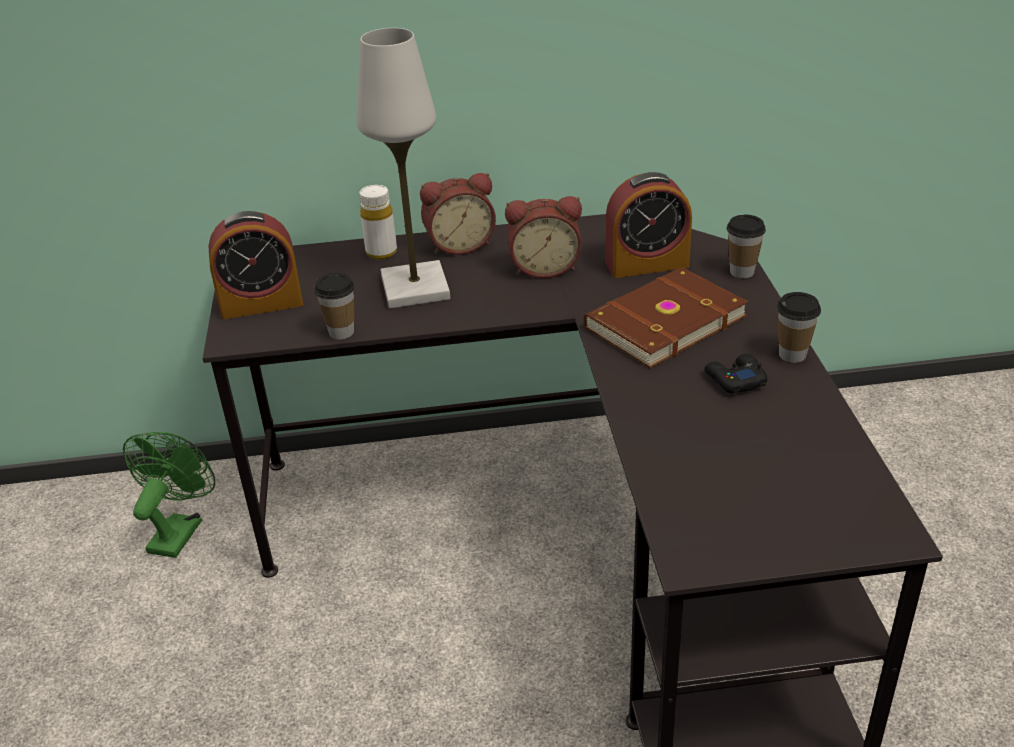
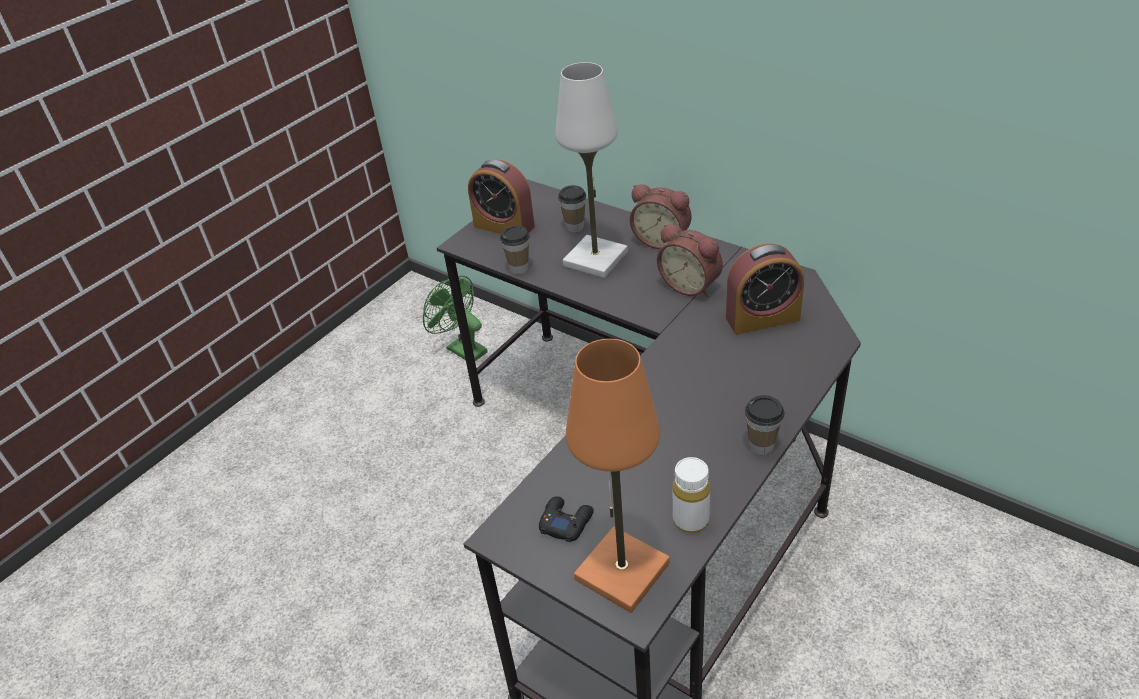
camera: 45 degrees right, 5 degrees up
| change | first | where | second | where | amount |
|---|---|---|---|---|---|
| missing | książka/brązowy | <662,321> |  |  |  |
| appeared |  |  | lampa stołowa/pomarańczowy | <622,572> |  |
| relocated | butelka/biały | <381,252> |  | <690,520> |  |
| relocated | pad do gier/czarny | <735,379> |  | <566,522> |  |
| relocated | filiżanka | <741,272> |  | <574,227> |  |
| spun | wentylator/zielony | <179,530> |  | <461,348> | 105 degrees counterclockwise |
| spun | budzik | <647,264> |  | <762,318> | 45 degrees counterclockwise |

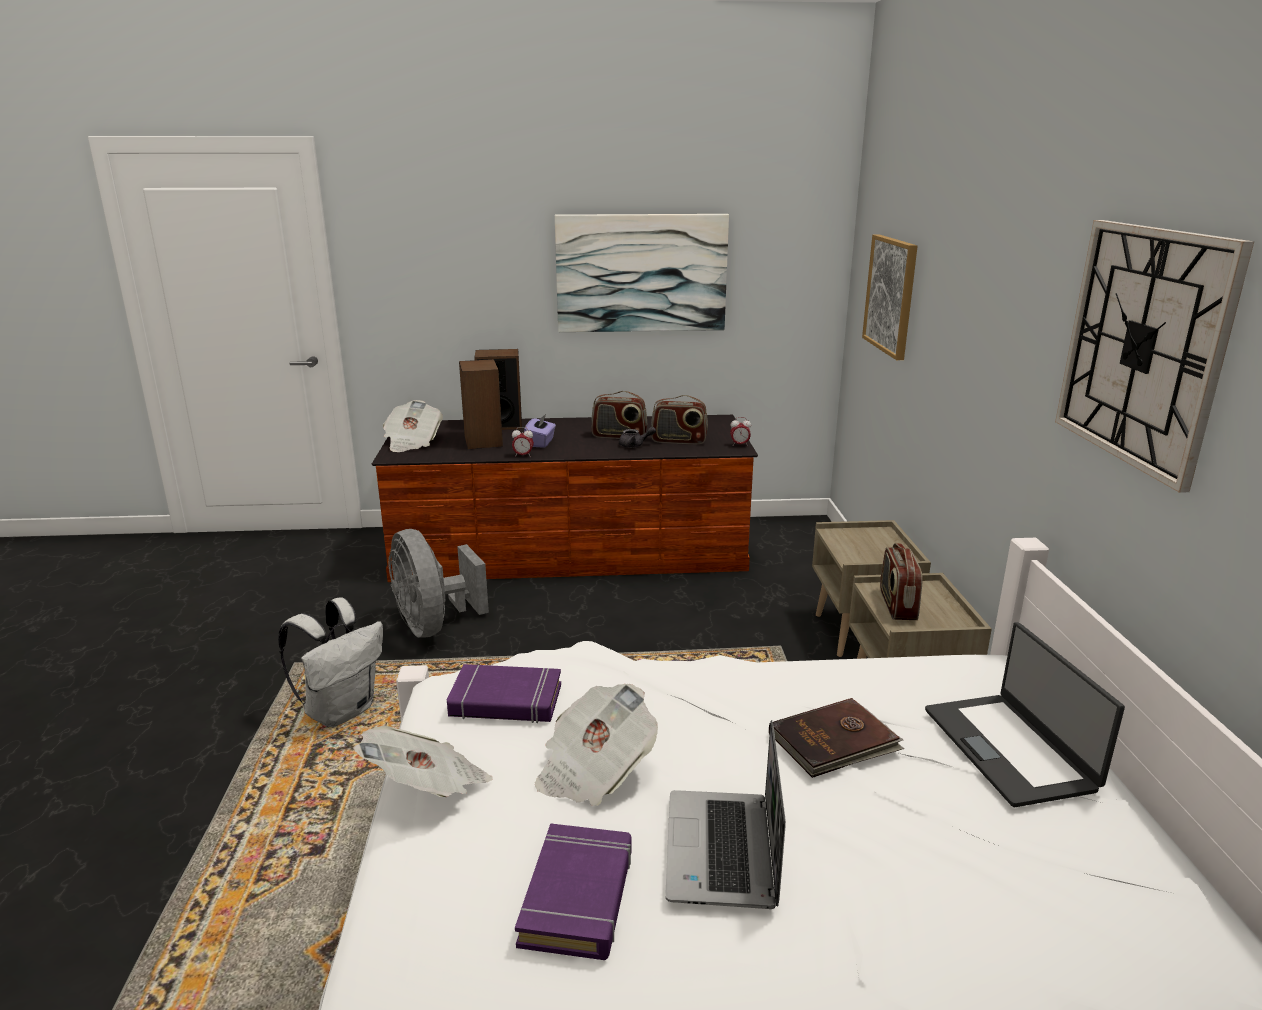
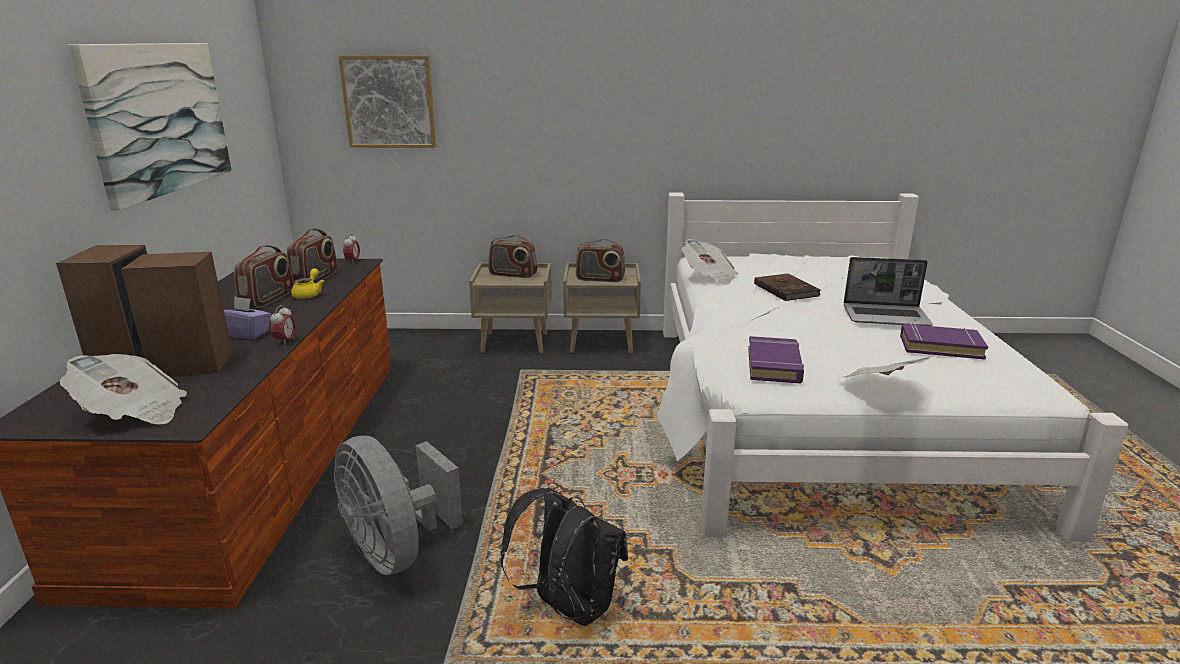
camera: 85 degrees left, 0 degrees up
| change | first | where | second | where | amount |
|---|---|---|---|---|---|
| missing | laptop | <1010,748> |  |  |  |
| missing | zegar ścienny | <1143,346> |  |  |  |
| appeared |  |  | radio | <513,274> |  |
| relocated | gazeta | <594,770> |  | <709,277> |  |
| colour | plecak/biały | <341,710> | plecak/czarny | <568,607> |  |
| colour | imbryk/szary | <635,445> | imbryk/żółty | <309,294> |  |
| spun | wentylator/szary | <433,625> |  | <397,551> | 75 degrees clockwise |

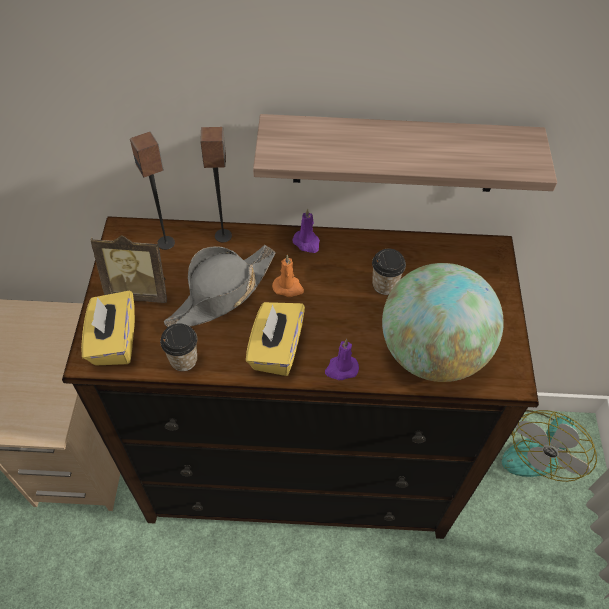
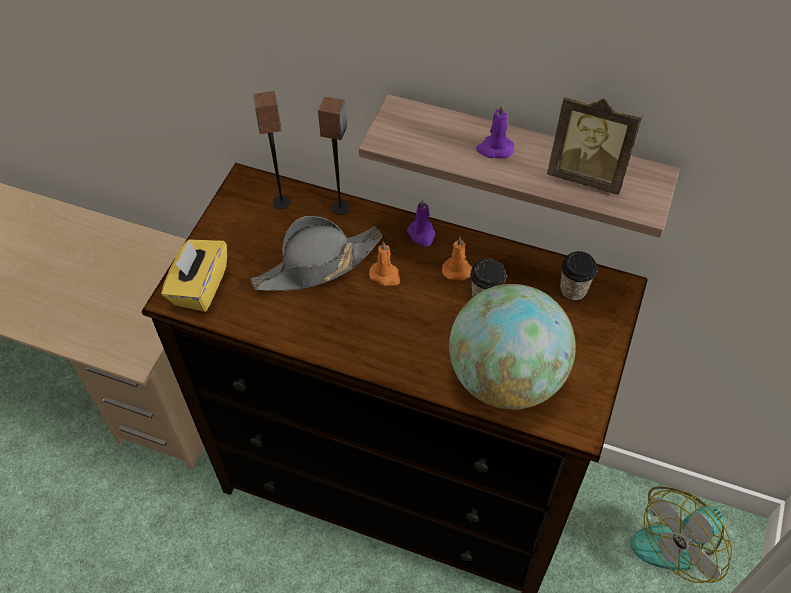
camera: 20 degrees right, 0 degrees up
| change | first | where | second | where | amount |
|---|---|---|---|---|---|
| missing | pudełko chusteczek/żółty | <275,349> |  |  |  |
| appeared |  |  | świeca/pomarańczowy | <458,270> |  |
| relocated | ramka na zdjęcie | <139,290> |  | <586,175> |  |
| relocated | filiżanka | <183,360> |  | <573,289> |  |
| relocated | świeca/fioletowy | <341,369> |  | <494,149> |  |

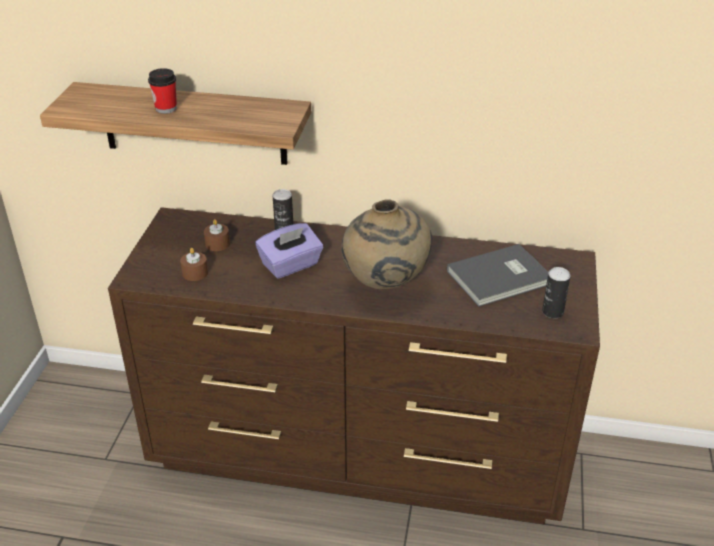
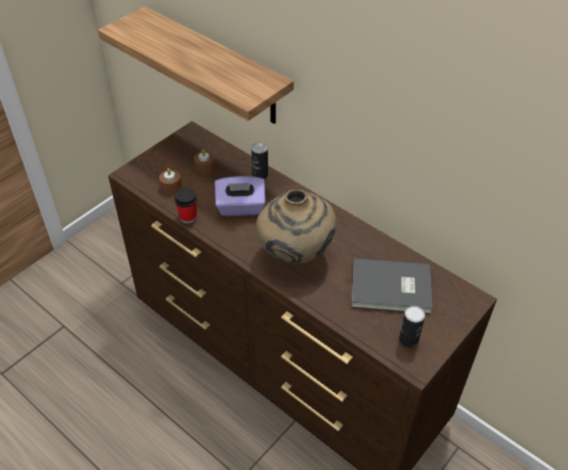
camera: 30 degrees right, 10 degrees up
| change | first | where | second | where | amount |
|---|---|---|---|---|---|
| relocated | filiżanka | <166,108> |  | <188,217> |  |

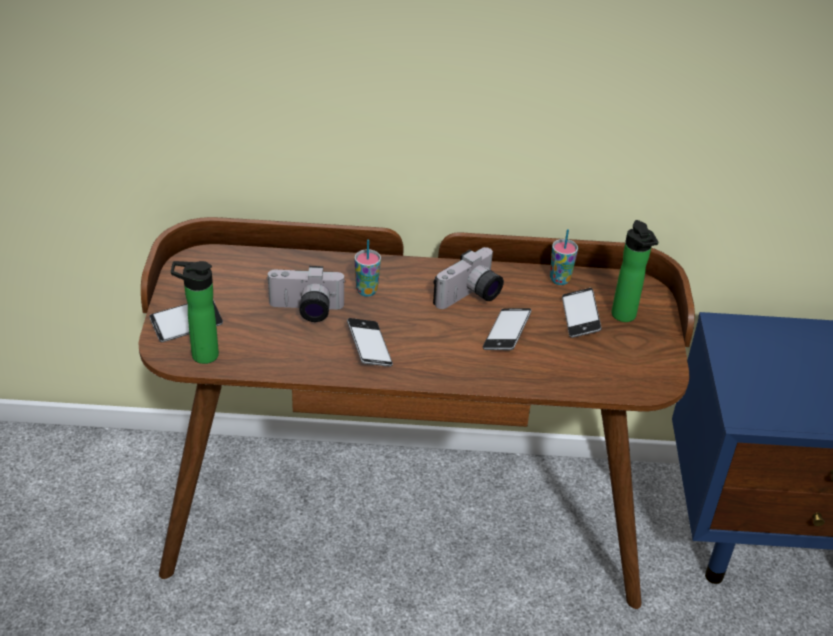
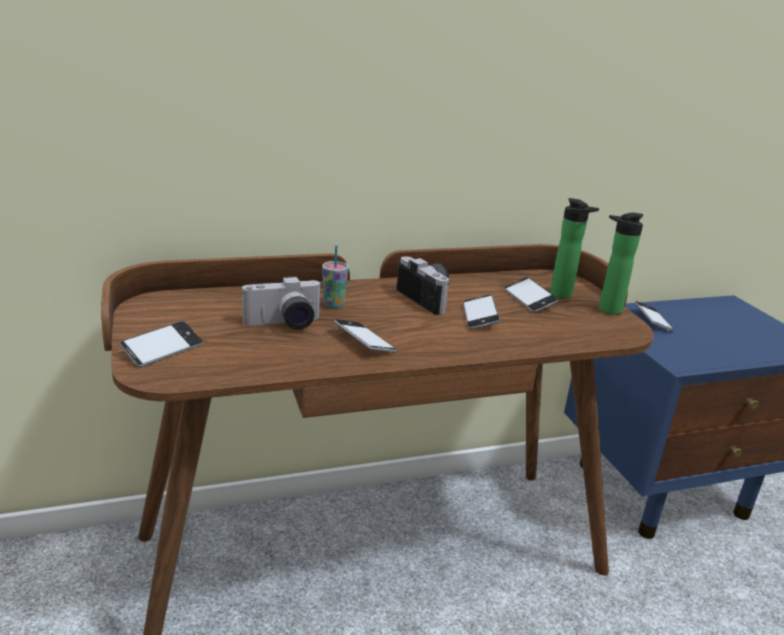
camera: 20 degrees left, 15 degrees down
| change | first | where | second | where | amount |
|---|---|---|---|---|---|
| missing | filiżanka | <559,279> |  |  |  |
| appeared |  |  | telefon | <652,320> |  |
| relocated | butelka | <200,355> |  | <607,310> |  |
| spun | aparat fotograficzny | <470,297> |  | <429,298> | 60 degrees counterclockwise |

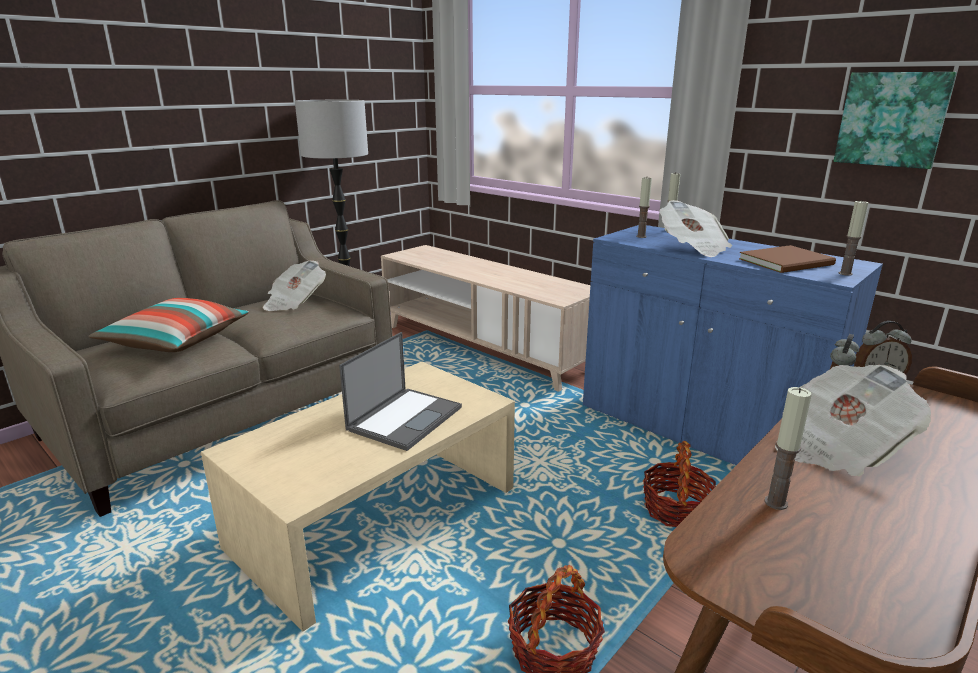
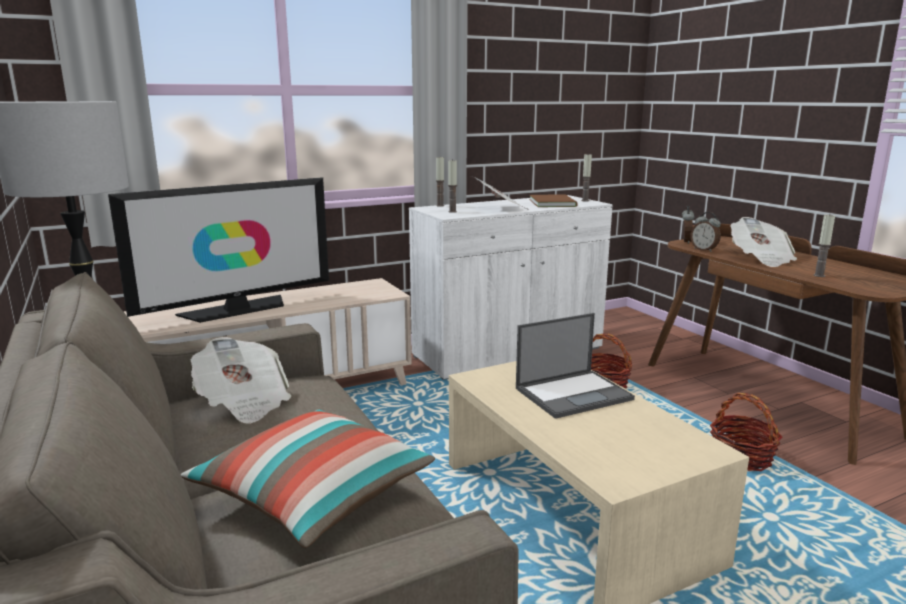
camera: 70 degrees left, 5 degrees down
| change | first | where | second | where | amount |
|---|---|---|---|---|---|
| missing | obraz | <892,119> |  |  |  |
| appeared |  |  | telewizor | <237,309> |  |
| colour | szafka/niebieski | <700,430> | szafka/biały | <508,352> |  |
| spun | laptop | <405,418> |  | <574,393> | 105 degrees clockwise |

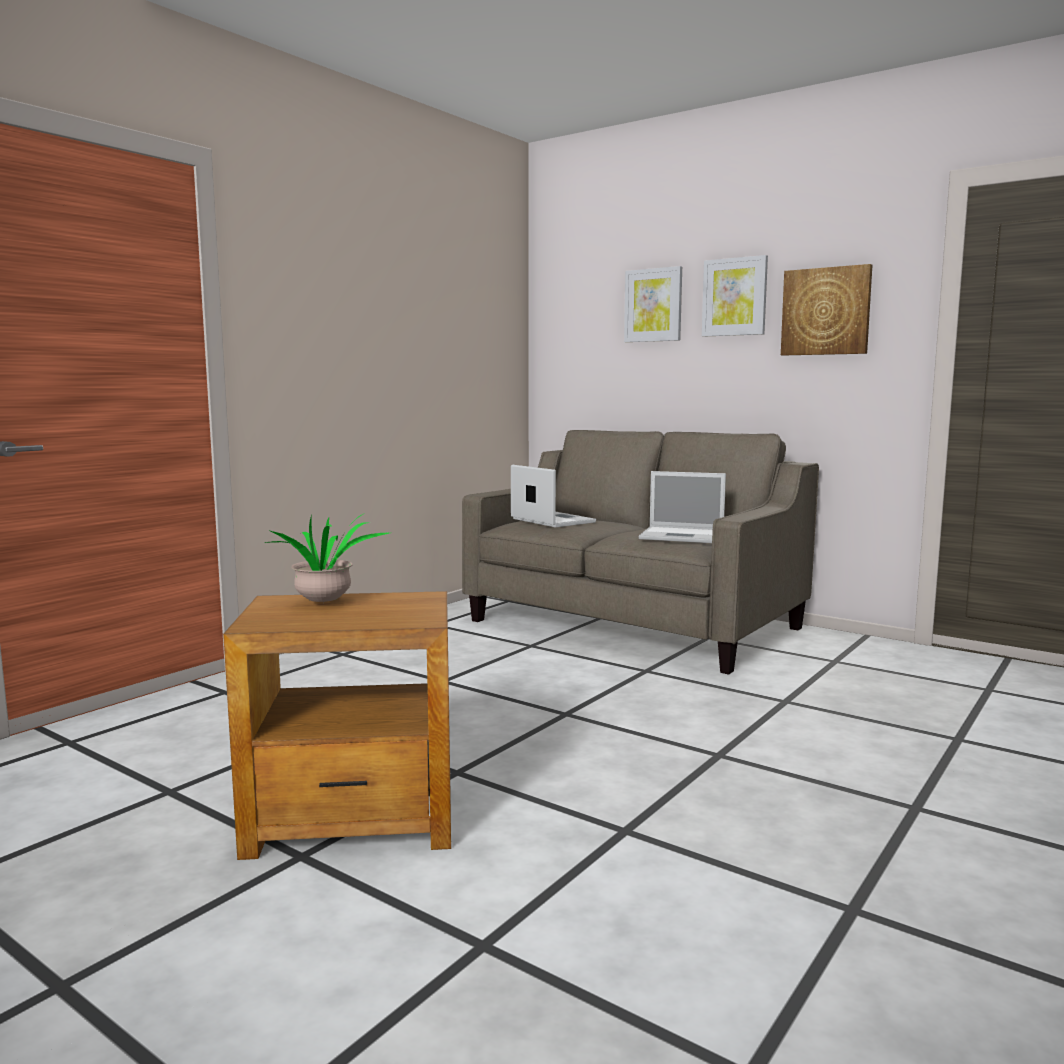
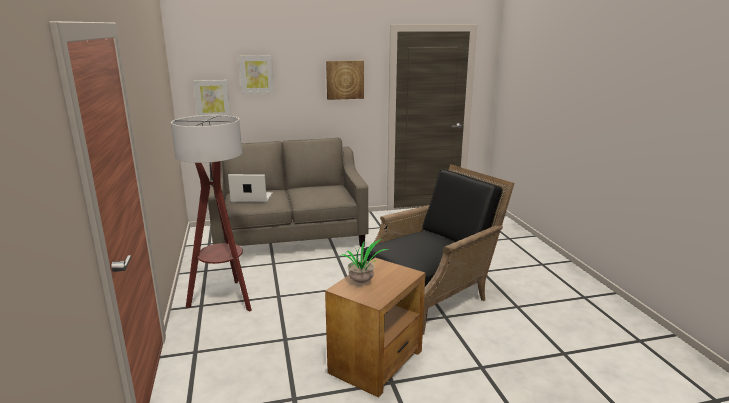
camera: 50 degrees left, 10 degrees up
| change | first | where | second | where | amount |
|---|---|---|---|---|---|
| missing | laptop | <683,536> |  |  |  |
| appeared |  |  | lampa stojąca | <225,299> |  |
| appeared |  |  | fotel/czarny | <431,294> |  |
| relocated | obraz | <734,297> |  | <212,99> |  |

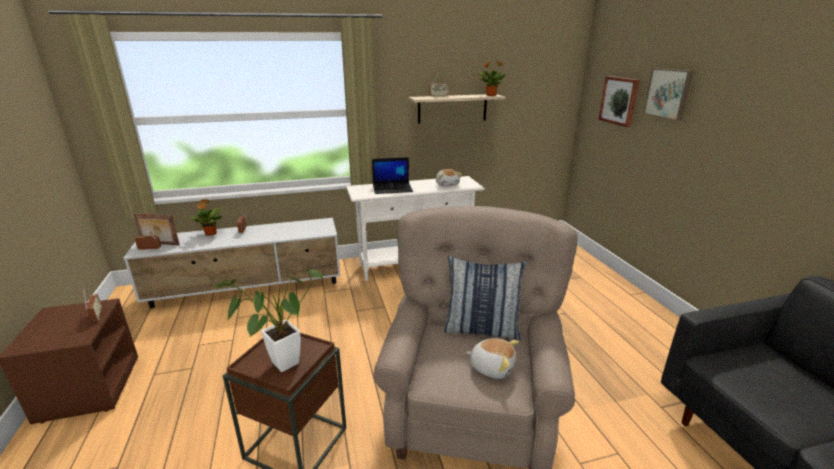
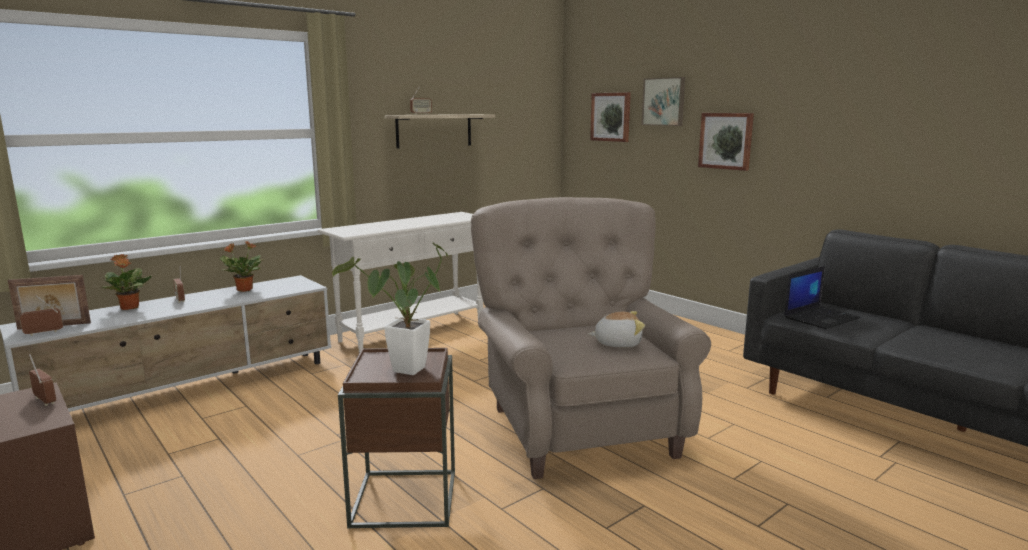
camera: 25 degrees left, 10 degrees down
| change | first | where | second | where | amount |
|---|---|---|---|---|---|
| missing | pluszak | <447,184> |  |  |  |
| missing | poduszka | <481,329> |  |  |  |
| appeared |  |  | obraz | <726,141> |  |
| relocated | laptop | <393,188> |  | <821,318> |  |
| relocated | roślina doniczkowa | <490,95> |  | <244,290> |  |

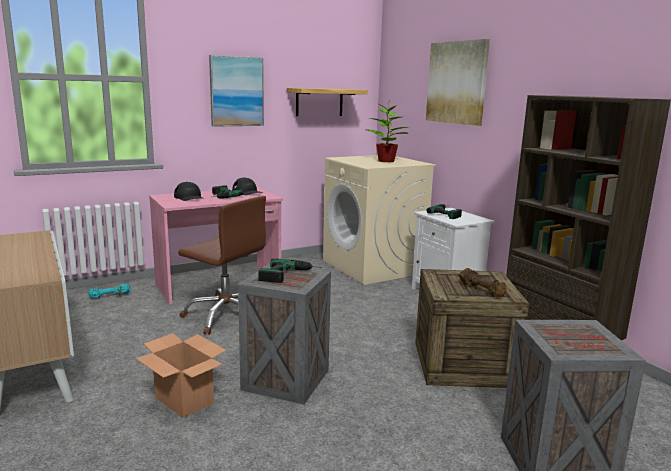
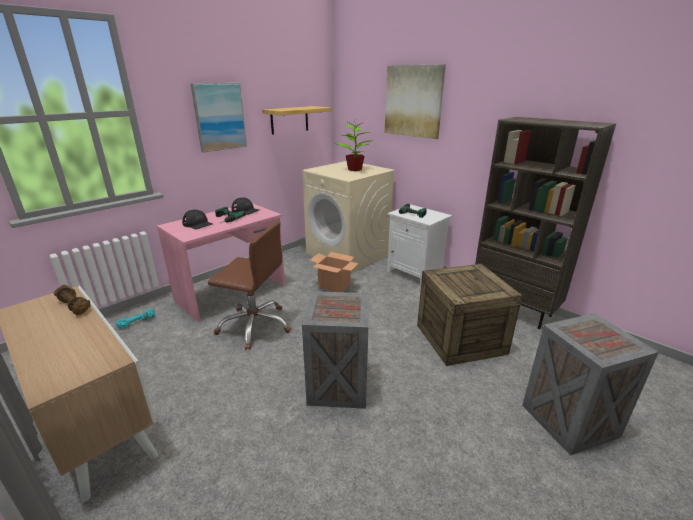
camera: 15 degrees left, 10 degrees up
| change | first | where | second | where | amount |
|---|---|---|---|---|---|
| missing | wiertarka | <291,275> |  |  |  |
| relocated | karton | <185,400> |  | <334,286> |  |
| relocated | hantel/brązowy | <482,290> |  | <75,306> |  |

